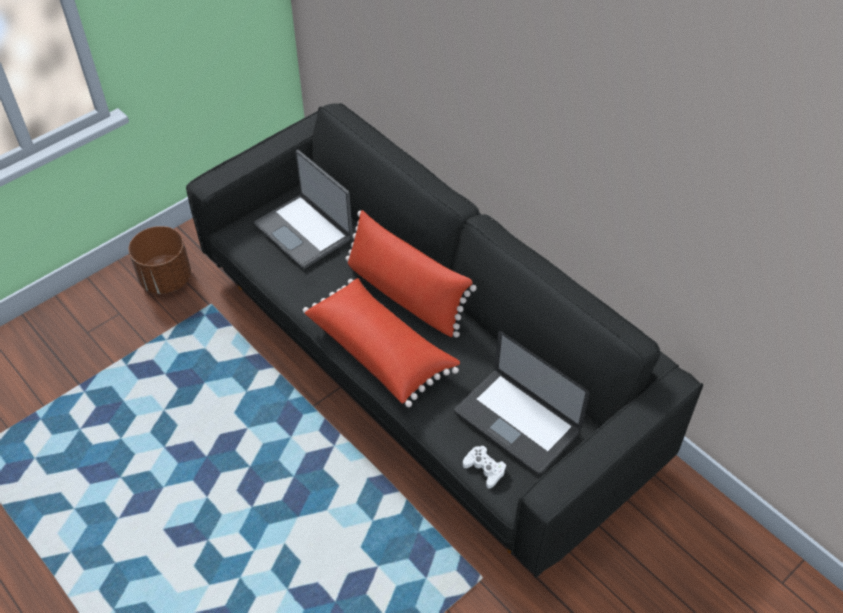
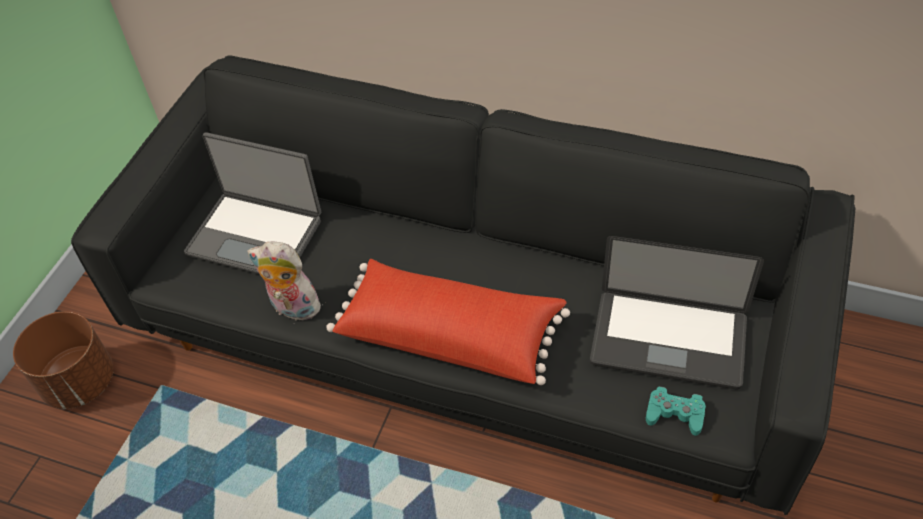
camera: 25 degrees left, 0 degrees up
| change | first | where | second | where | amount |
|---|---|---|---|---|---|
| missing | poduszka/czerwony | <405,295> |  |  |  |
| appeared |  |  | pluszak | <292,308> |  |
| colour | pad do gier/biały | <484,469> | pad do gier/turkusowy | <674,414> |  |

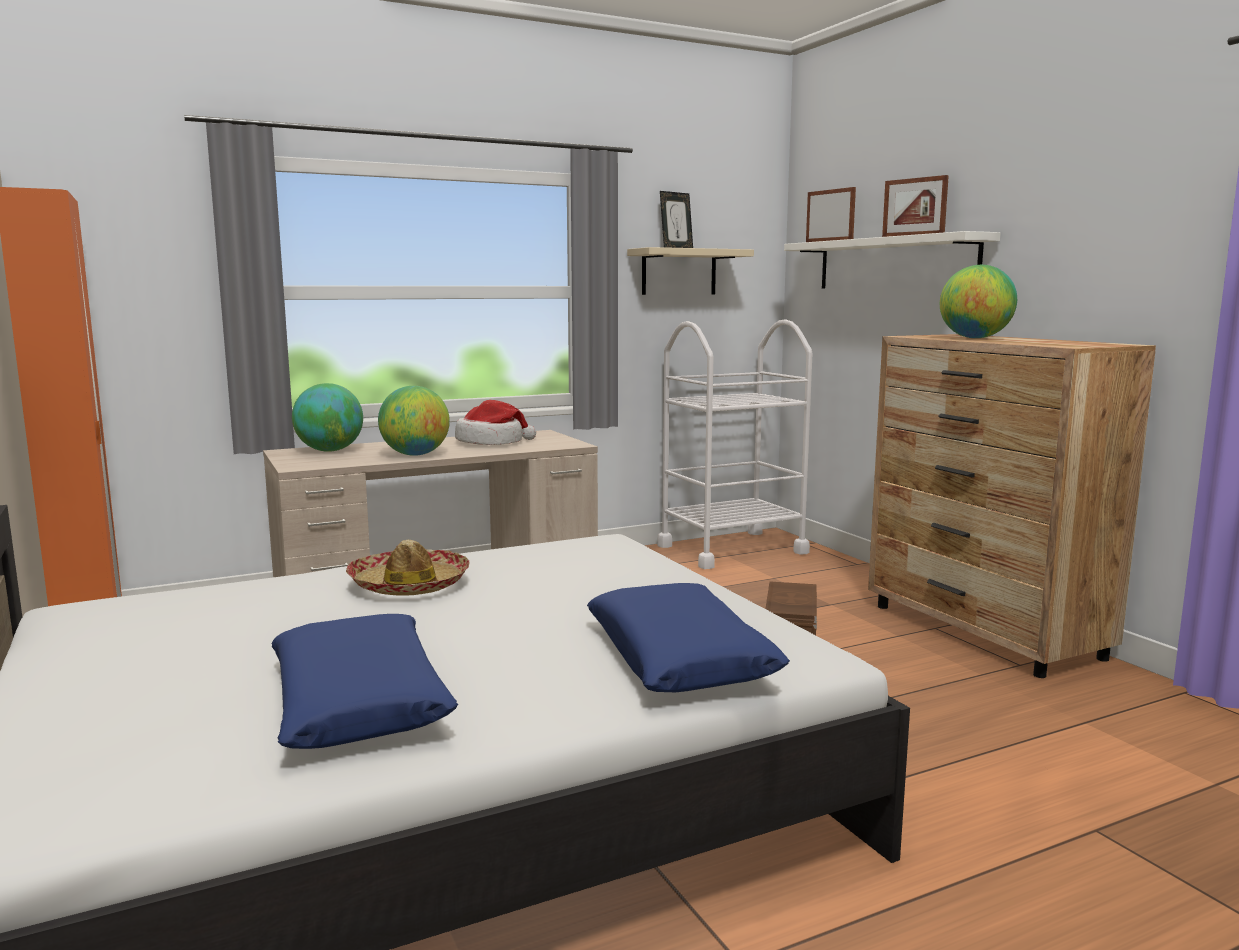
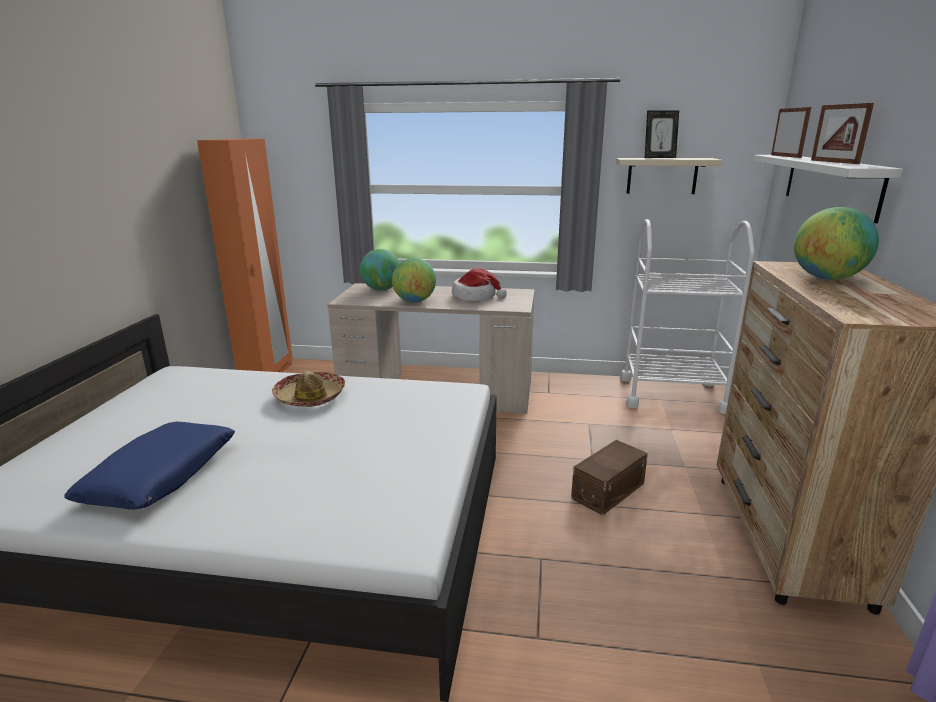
camera: 35 degrees right, 10 degrees up
| change | first | where | second | where | amount |
|---|---|---|---|---|---|
| missing | poduszka/niebieski | <679,658> |  |  |  |

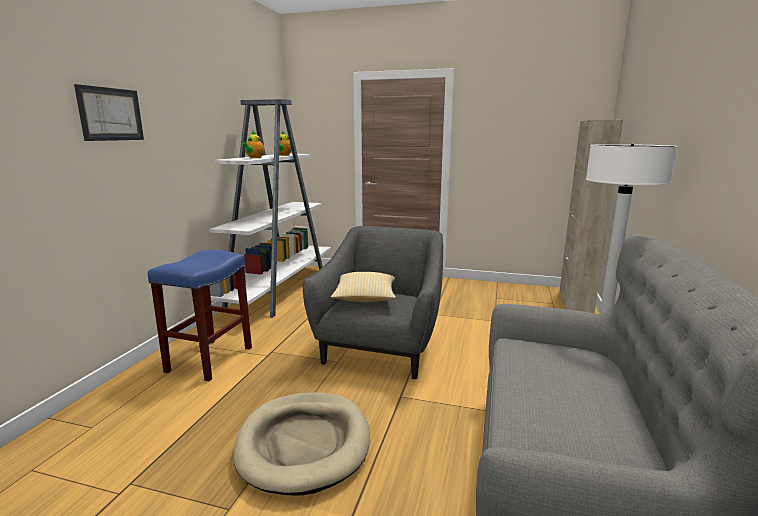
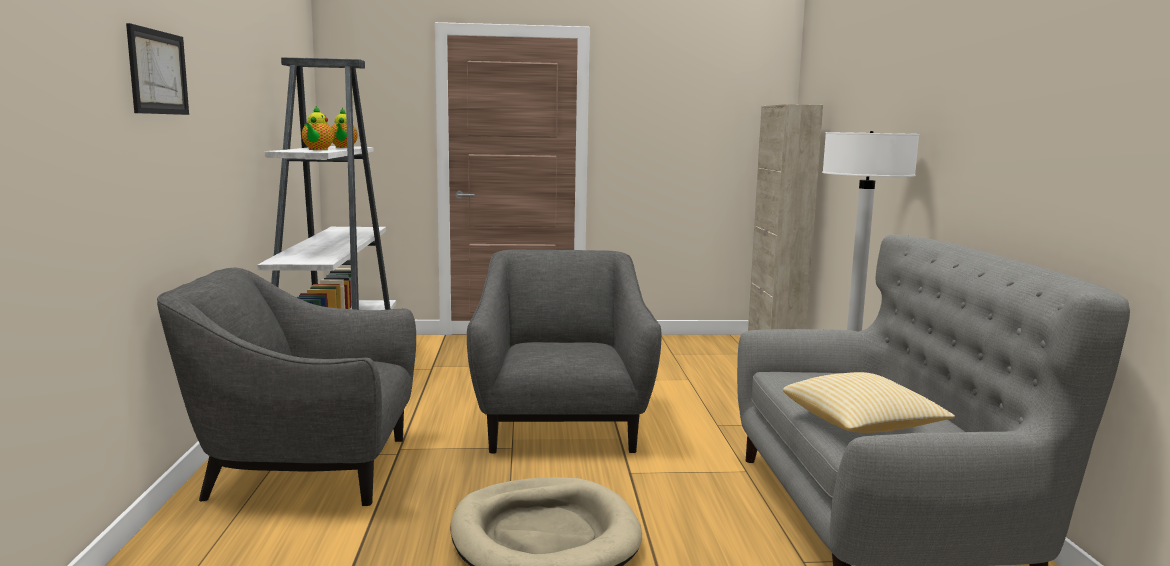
camera: 20 degrees left, 5 degrees down
| change | first | where | second | where | amount |
|---|---|---|---|---|---|
| relocated | poduszka | <365,298> |  | <862,426> |  |
| exchanged | stołek/niebieski | <210,359> | fotel/szary | <306,469> |  |

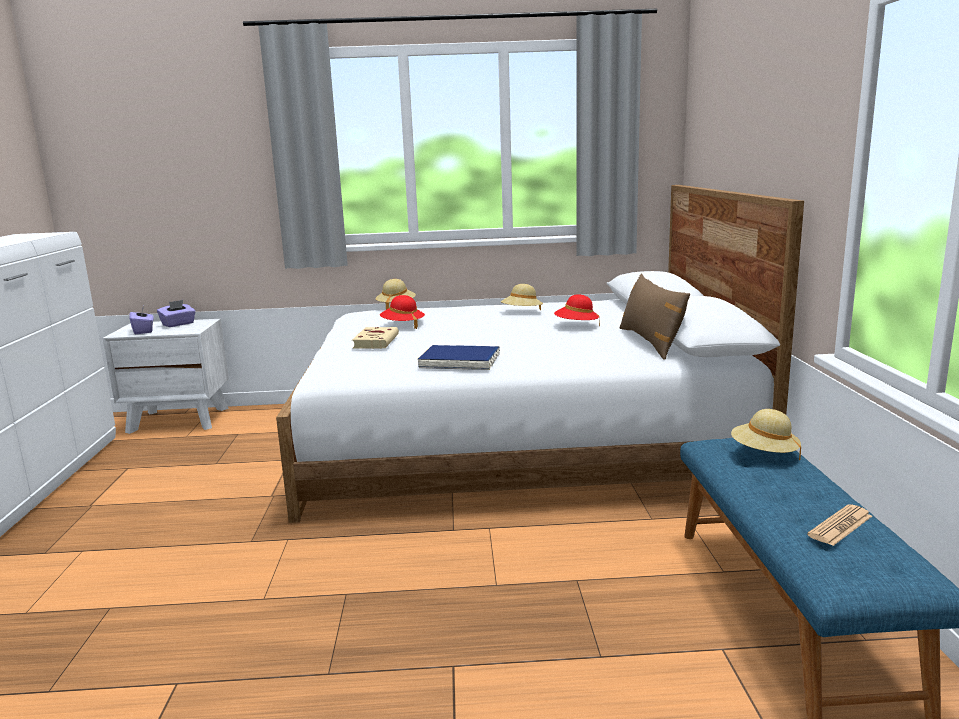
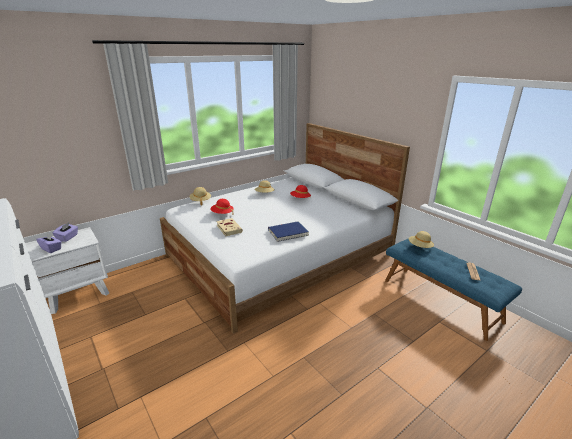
camera: 35 degrees left, 10 degrees up
| change | first | where | second | where | amount |
|---|---|---|---|---|---|
| missing | poduszka/brązowy | <651,342> |  |  |  |

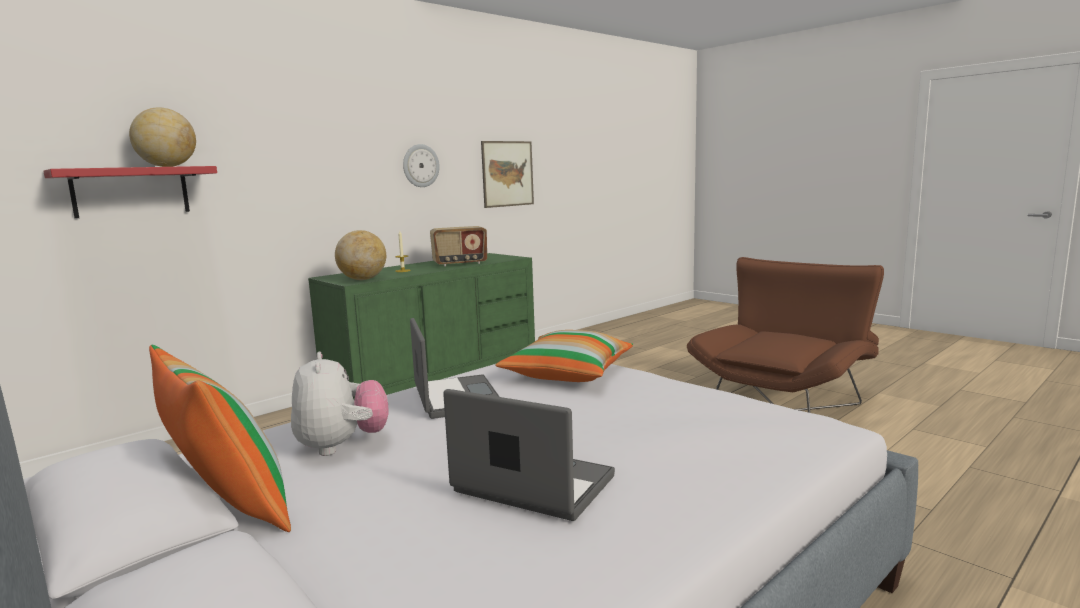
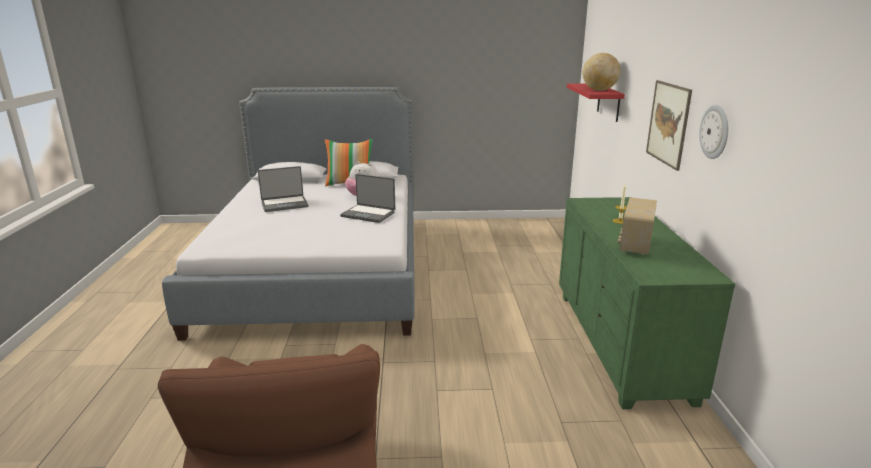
camera: 130 degrees right, 10 degrees up
| change | first | where | second | where | amount |
|---|---|---|---|---|---|
| missing | globus | <363,279> |  |  |  |
| missing | poduszka | <567,373> |  |  |  |
| relocated | obraz | <507,173> |  | <668,123> |  |

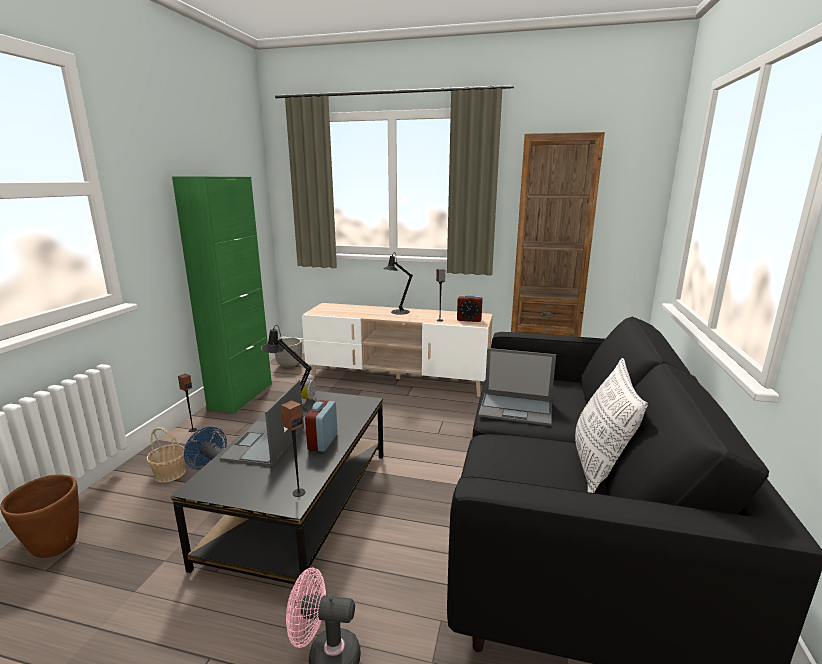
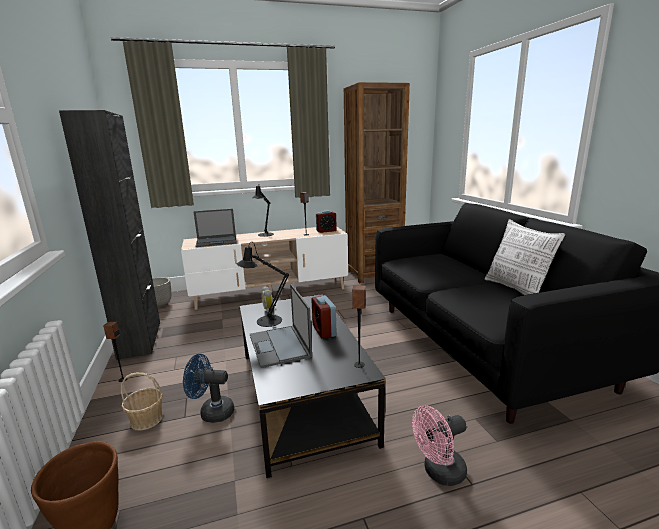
camera: 30 degrees left, 0 degrees up
| change | first | where | second | where | amount |
|---|---|---|---|---|---|
| relocated | laptop | <516,409> |  | <217,241> |  |
| colour | szafka/zielony | <241,396> | szafka/czarny | <140,339> |  |

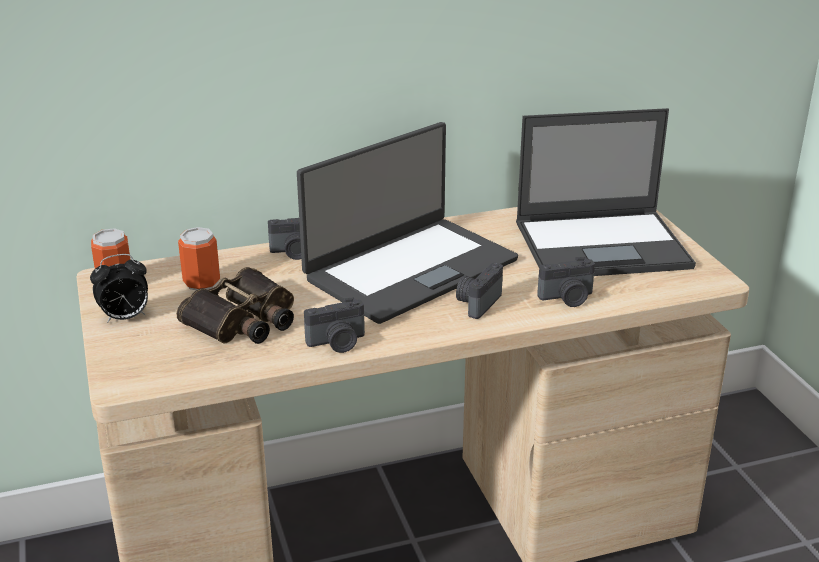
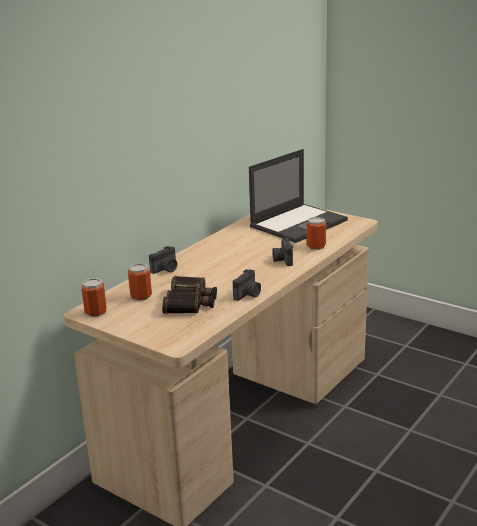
camera: 35 degrees left, 5 degrees down
| change | first | where | second | where | amount |
|---|---|---|---|---|---|
| missing | budzik | <125,318> |  |  |  |
| missing | laptop | <409,269> |  |  |  |
| exchanged | aparat fotograficzny | <567,298> | puszka | <316,246> |  |

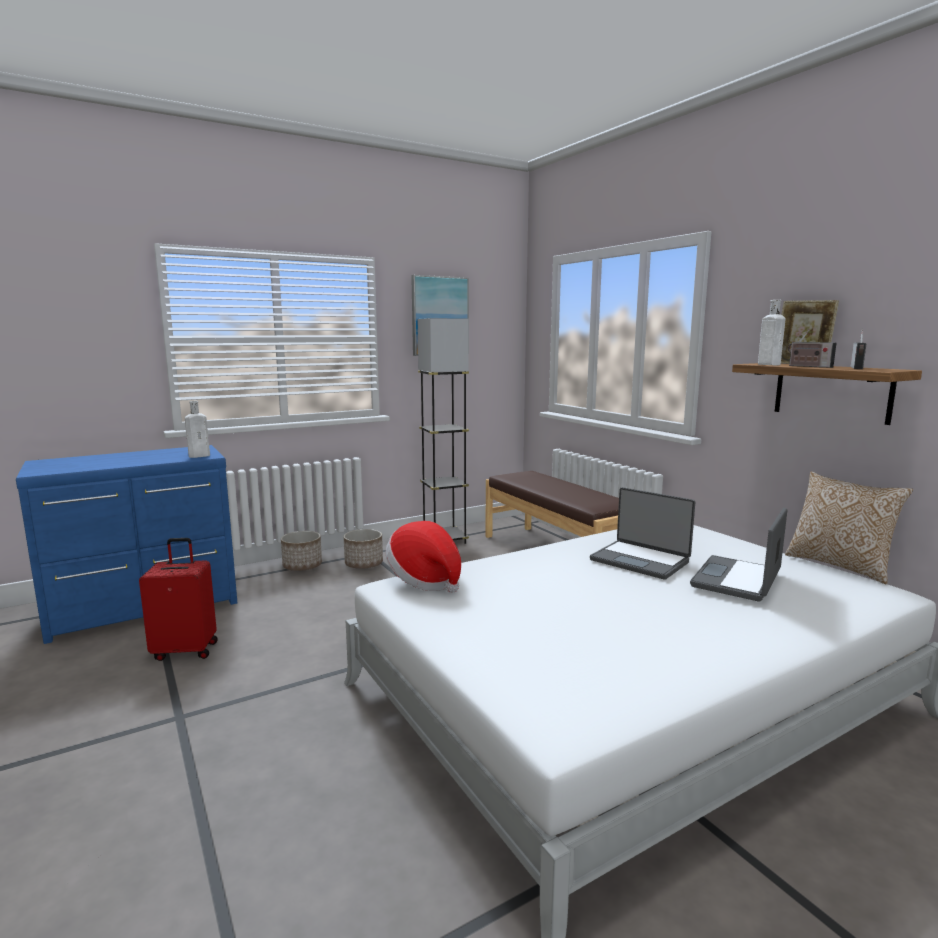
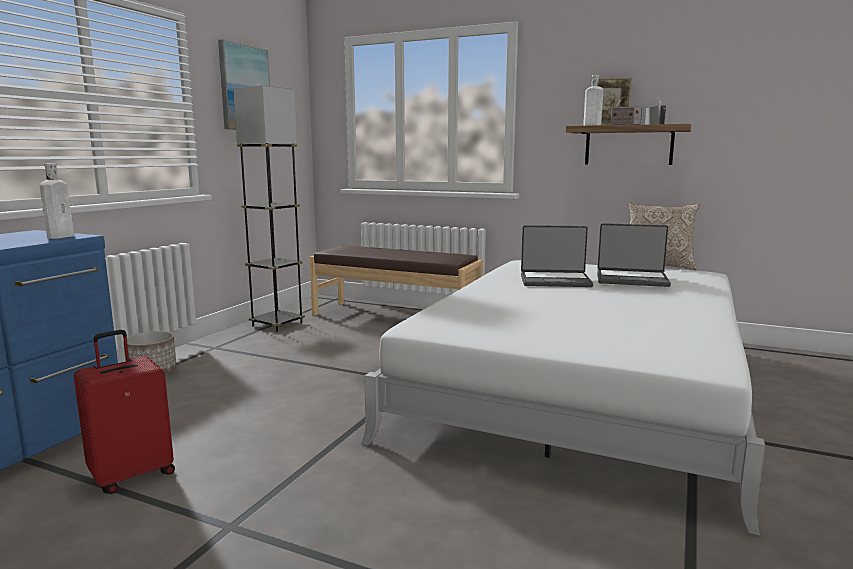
camera: 35 degrees left, 0 degrees up
| change | first | where | second | where | amount |
|---|---|---|---|---|---|
| missing | donica | <364,564> |  |  |  |
| missing | kapelusz | <425,580> |  |  |  |
| spun | laptop | <738,580> |  | <631,279> | 75 degrees counterclockwise |

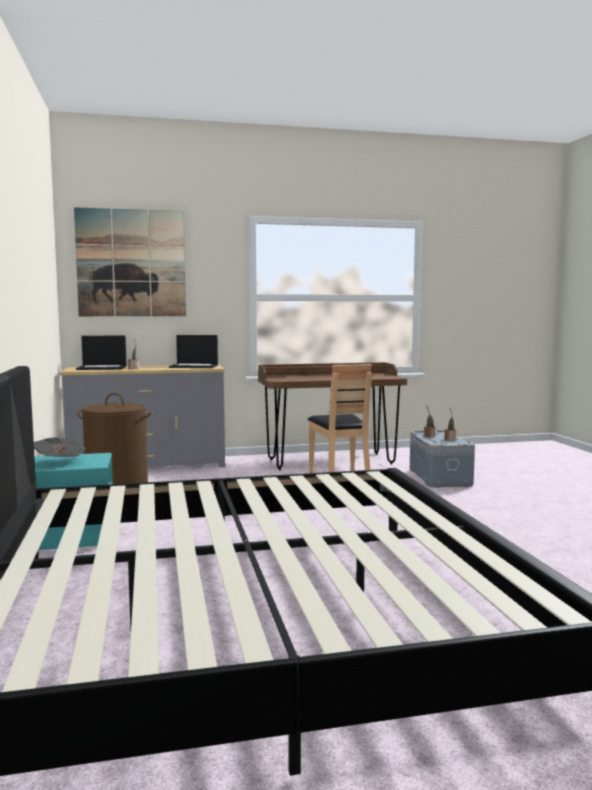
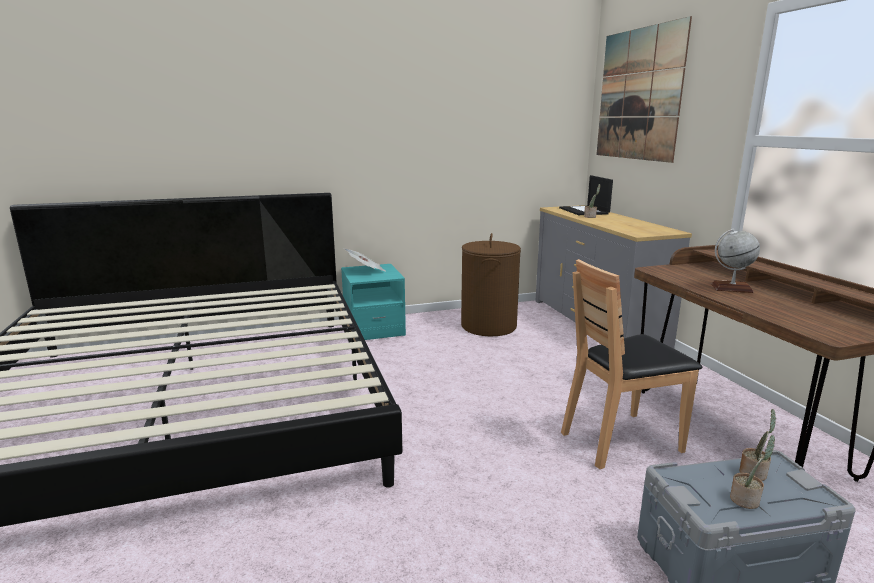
camera: 85 degrees right, 10 degrees up
| change | first | where | second | where | amount |
|---|---|---|---|---|---|
| missing | laptop | <194,366> |  |  |  |
| appeared |  |  | globus | <731,288> |  |

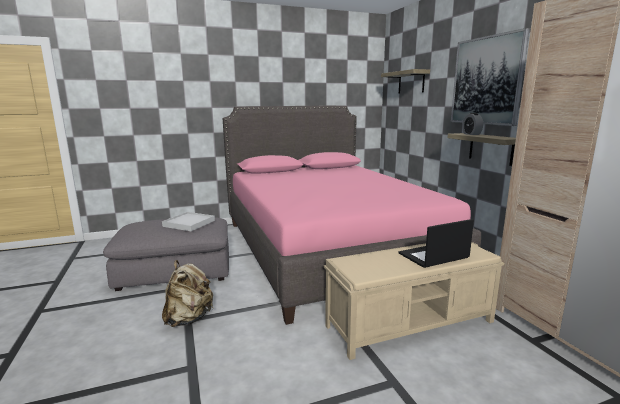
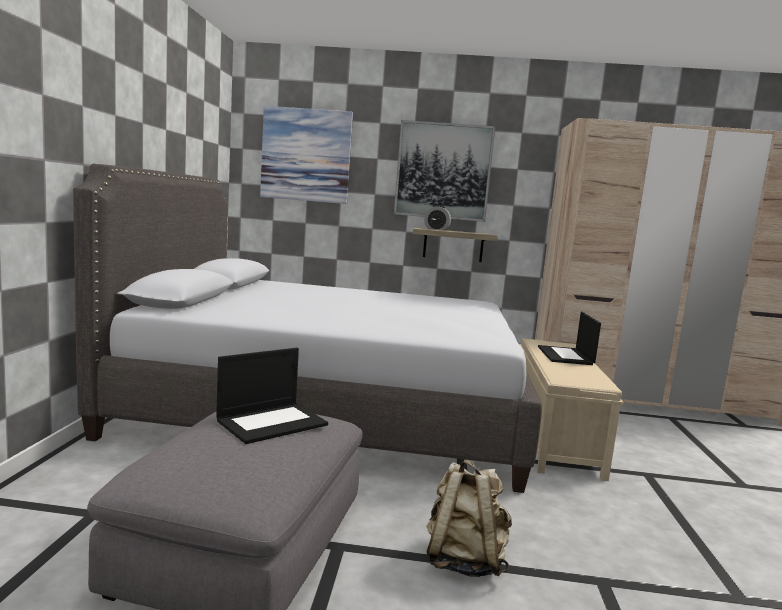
camera: 65 degrees left, 5 degrees down
| change | first | where | second | where | amount |
|---|---|---|---|---|---|
| exchanged | taca/biały | <189,223> | laptop | <272,422> |  |
| exchanged | półka | <411,82> | obraz | <306,155> |  |
| colour | łóżko/różowy | <327,249> | łóżko/szary | <328,411> |  |

